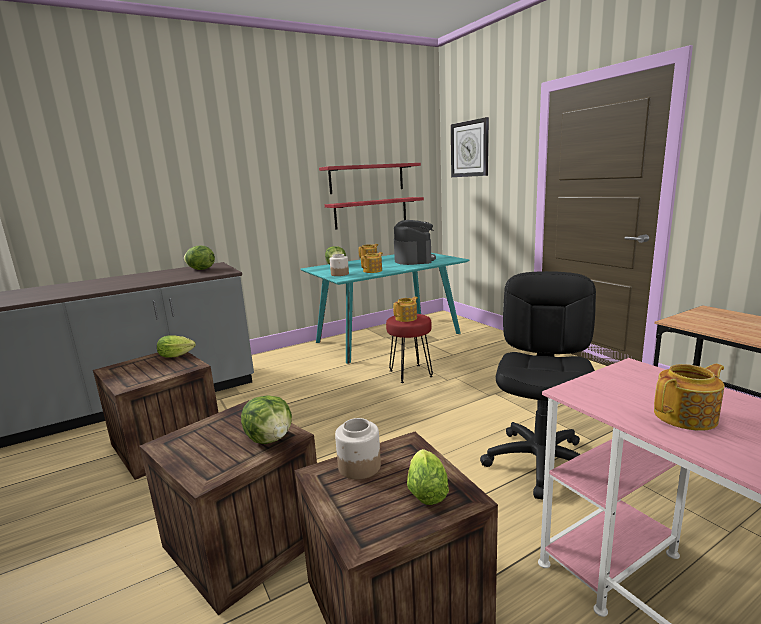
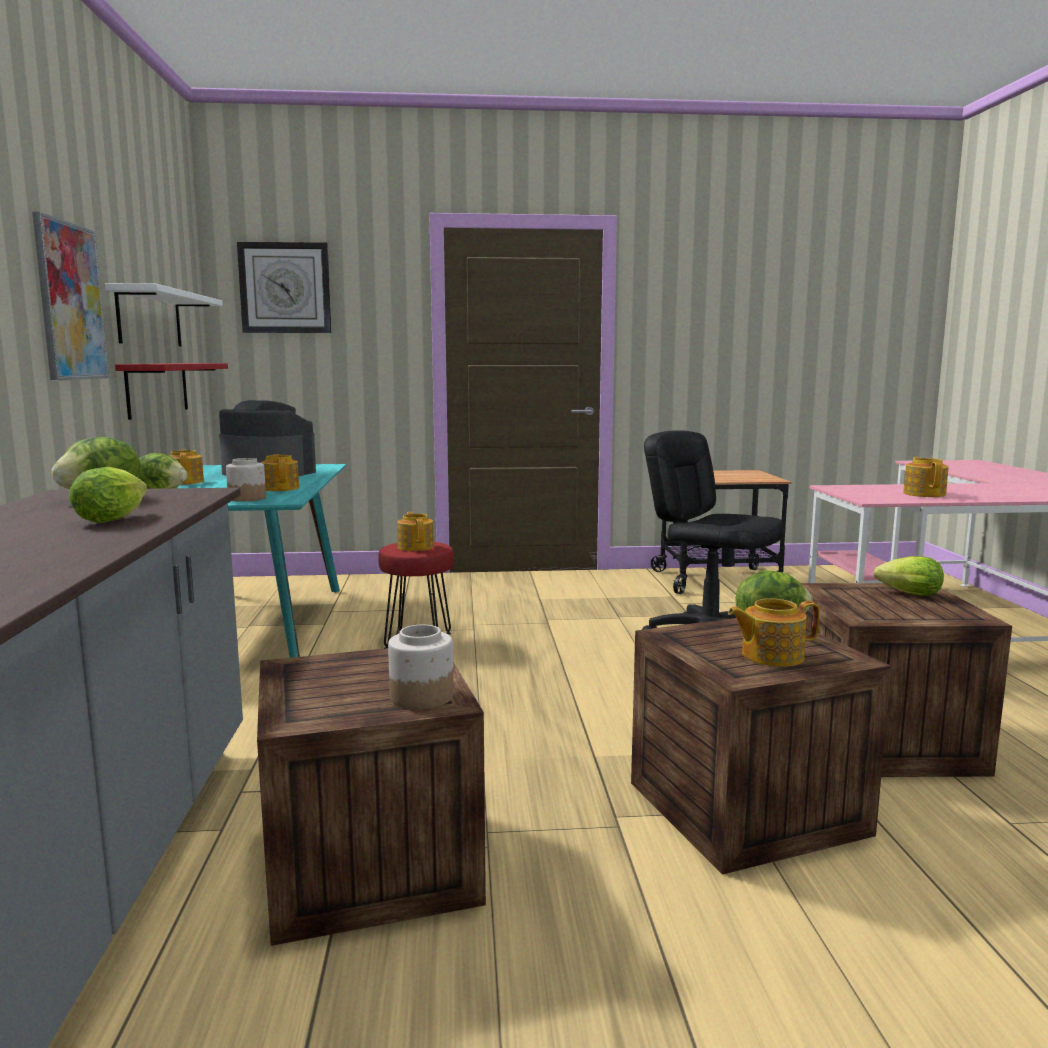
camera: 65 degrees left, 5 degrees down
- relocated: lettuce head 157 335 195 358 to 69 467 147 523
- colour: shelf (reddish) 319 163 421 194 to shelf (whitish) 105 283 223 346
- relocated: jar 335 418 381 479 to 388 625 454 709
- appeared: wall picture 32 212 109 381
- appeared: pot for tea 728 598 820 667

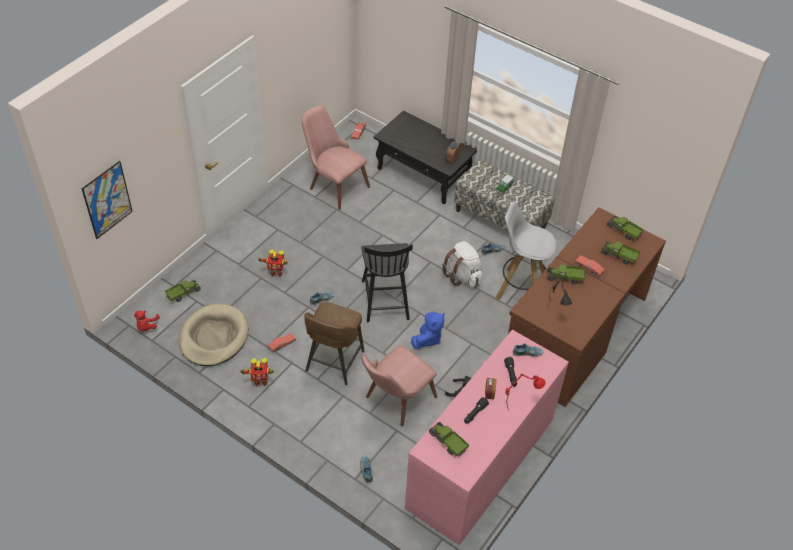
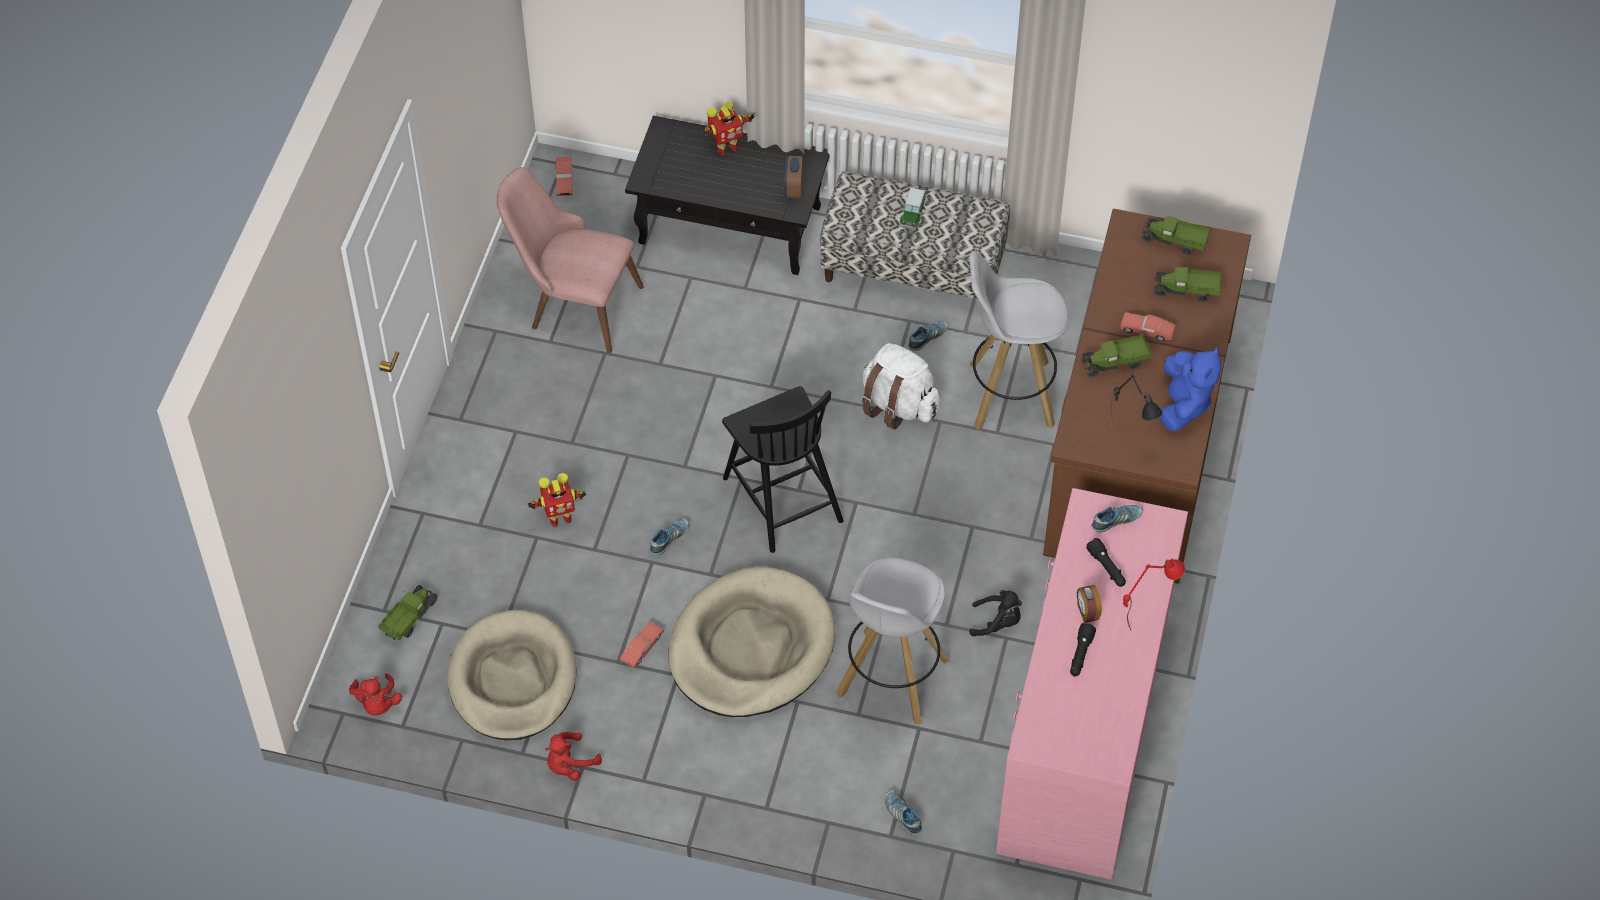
camera: 20 degrees left, 5 degrees up
- missing: wall picture 82 161 133 239
- relocated: robot figure 241 358 274 386 to 702 102 755 156
- exchanged: stool (brown-coloured) 305 302 364 385 to dog cushion (sand-coloured) 668 566 835 717
- exchanged: plain chair (pink-coloured) 361 345 437 427 to stool (whitish) 835 558 950 724
- relocated: soft toy (blue) 411 312 445 349 to 1159 346 1221 431
- missing: model truck 429 422 469 456
- appeared: soft toy (reddish) 545 732 602 781

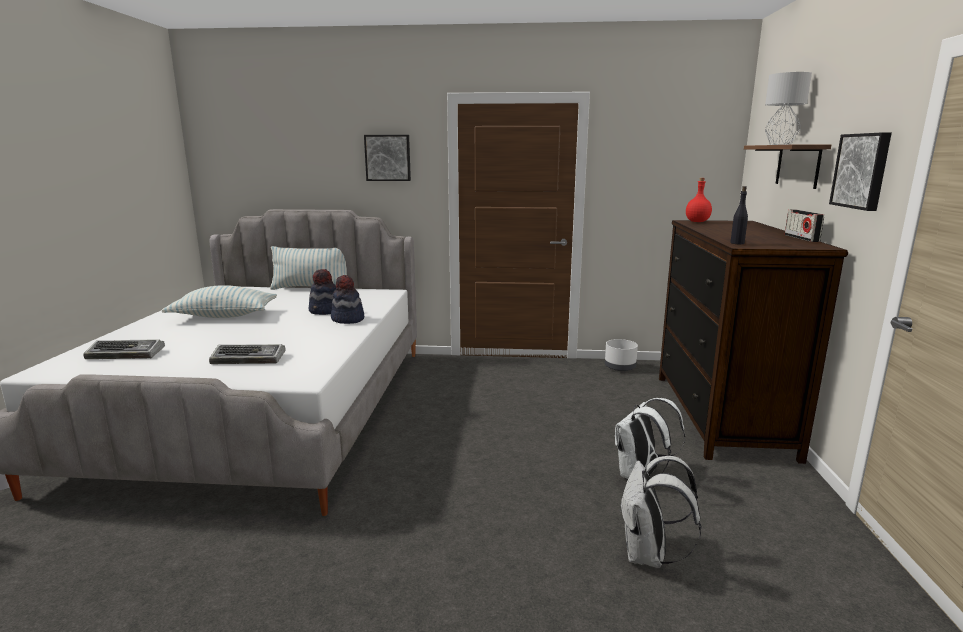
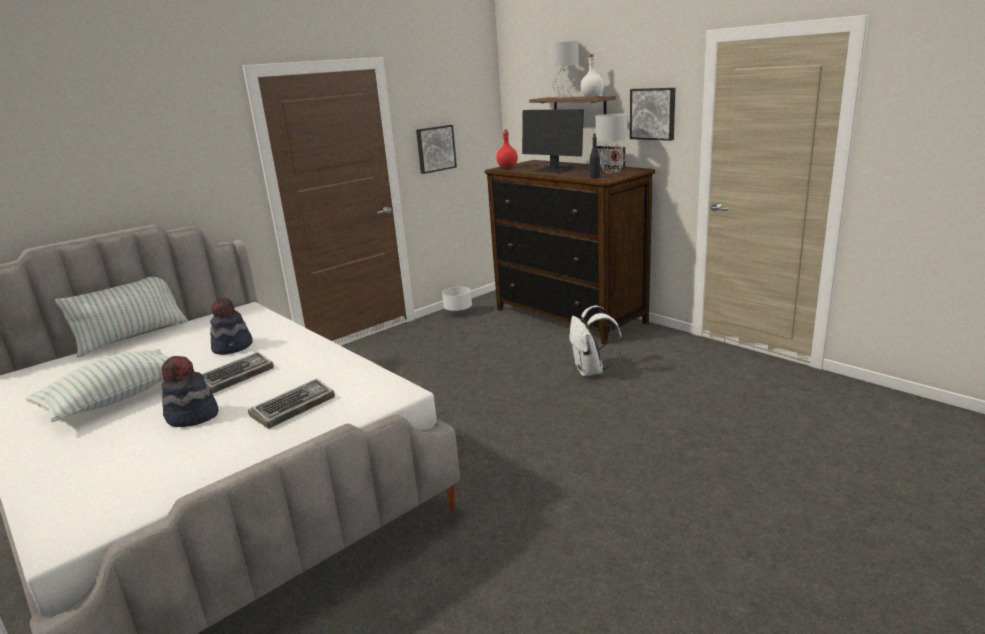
camera: 45 degrees left, 5 degrees up
- relocated: computer keyboard 83 339 165 359 to 202 352 274 394
- relocated: wearable hat 331 275 364 324 to 162 356 219 427
- relocated: wall picture 364 135 411 181 to 416 125 457 174
- missing: knapsack (whitish) 619 456 702 568
- appeared: monitor 522 109 584 173
- appeared: bottle (whitish) 581 54 604 97
- appeared: lamp for a table (grey) 596 113 628 173

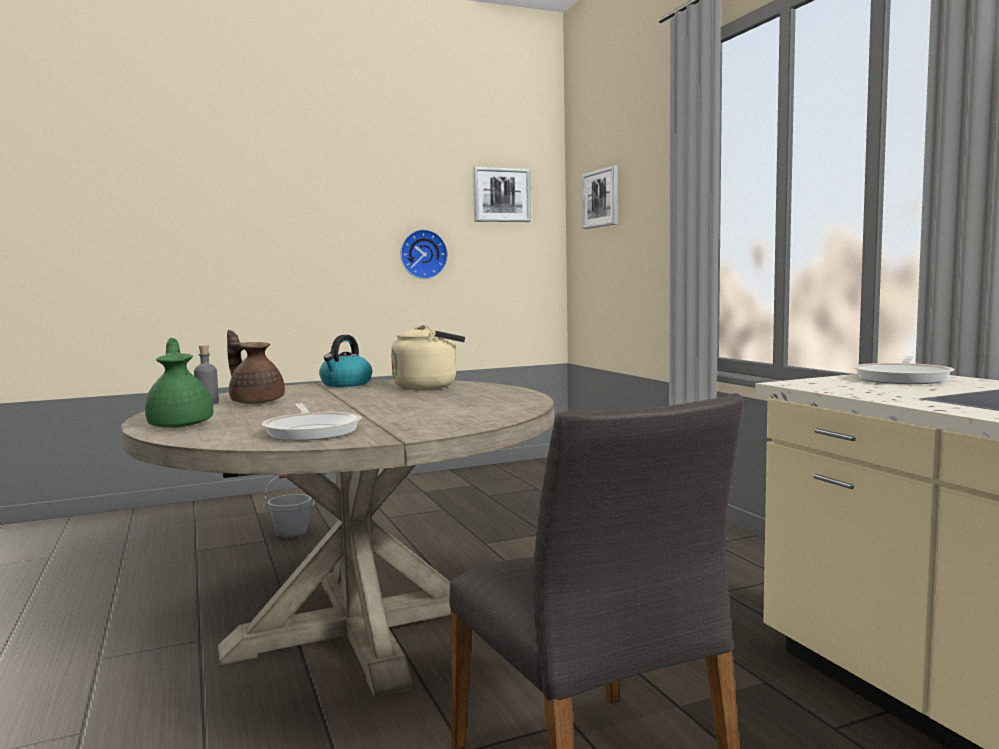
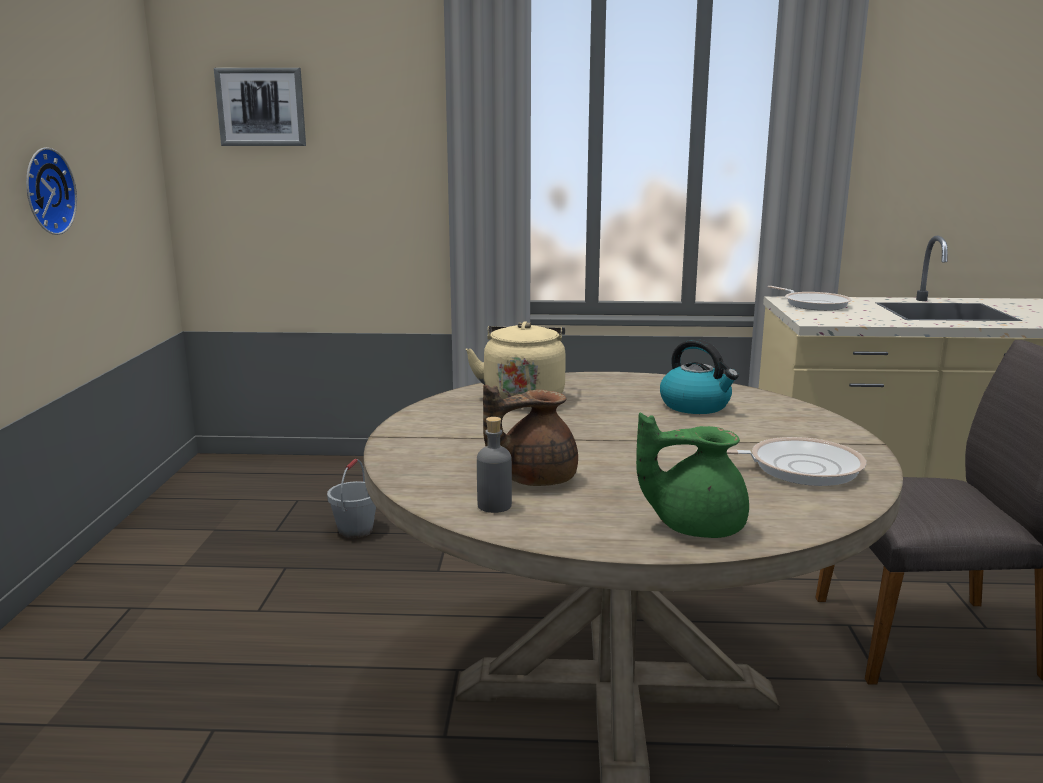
camera: 65 degrees left, 10 degrees up
- relocated: bucket (grey) 265 475 315 540 to 327 459 376 538
- relocated: tea kettle 319 335 372 387 to 660 339 739 414
- missing: wall picture 473 167 531 222

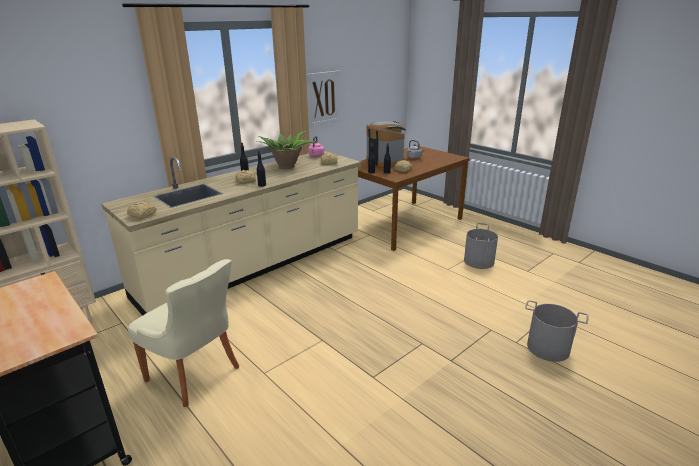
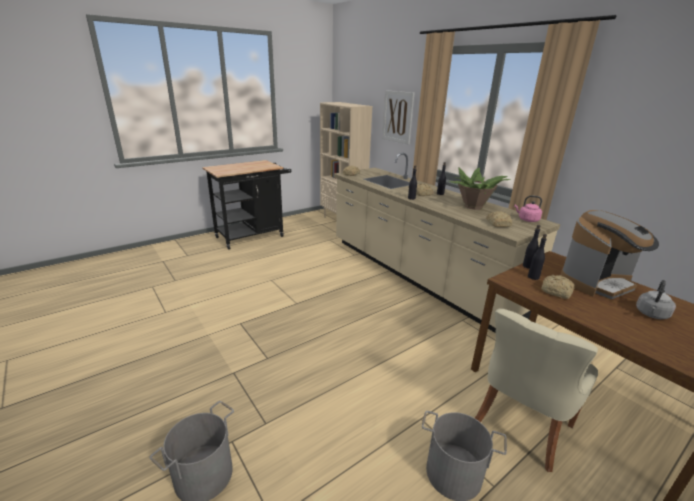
camera: 95 degrees right, 0 degrees up
- relocated: plain chair (sand-coloured) 128 259 239 407 to 475 309 598 472
- relocated: wall picture 306 71 341 127 to 382 90 414 145

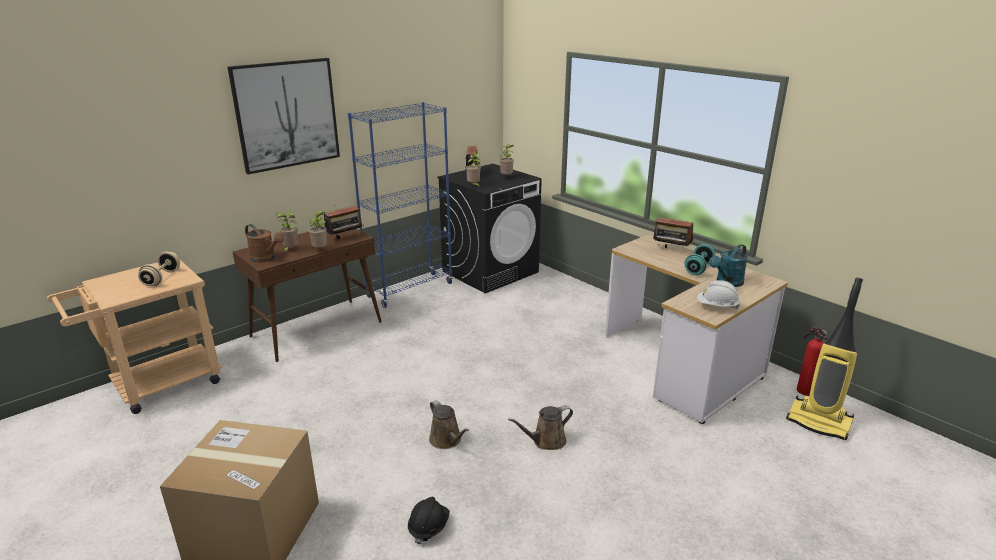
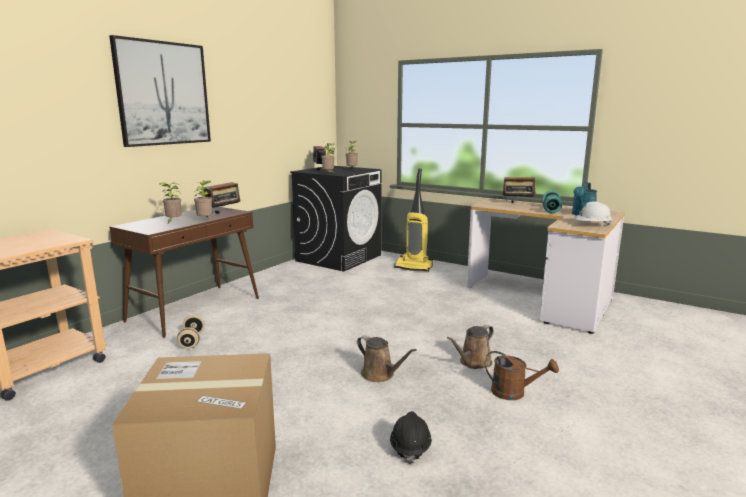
camera: 15 degrees left, 10 degrees down
- relocated: free weight (sand-coloured) 138 251 180 286 to 177 315 205 348
- relocated: watering pot (brown-coloured) 245 224 284 263 to 485 351 559 400
- missing: bookshelf (blue) 348 102 453 308
- relocated: vacuum cleaner 786 278 863 440 to 394 168 433 272
- missing: fire-fighting cylinder 797 326 828 396

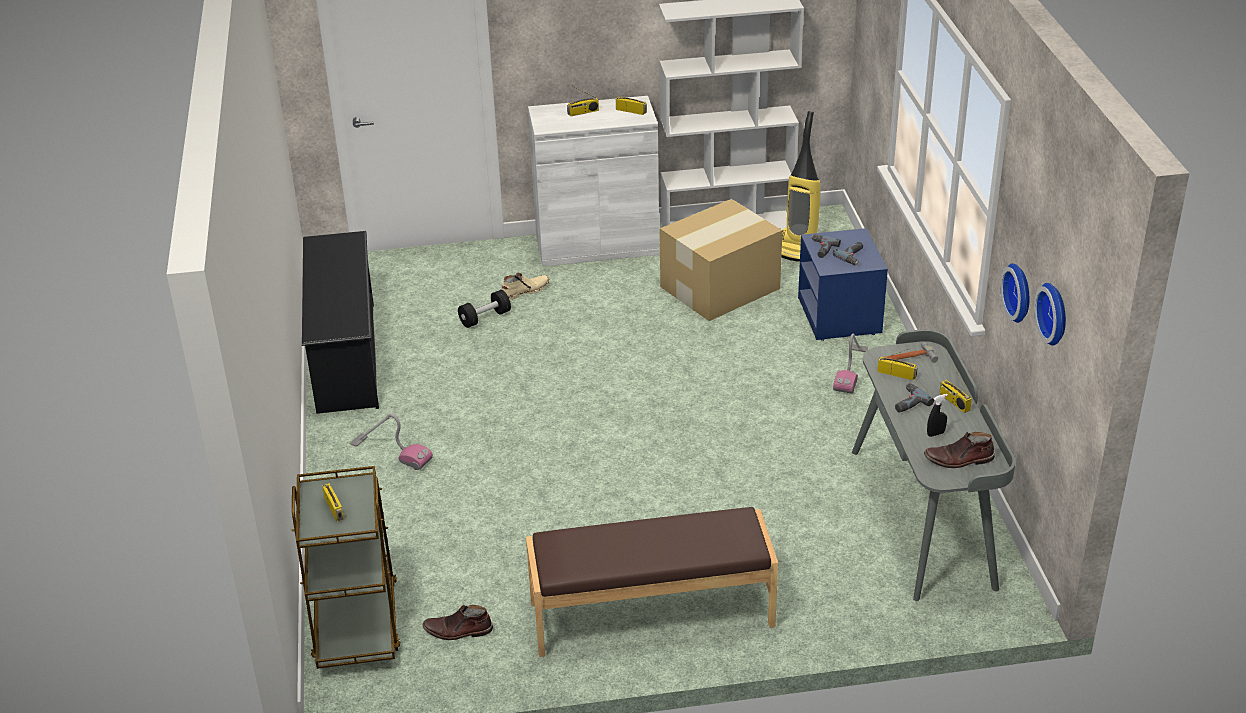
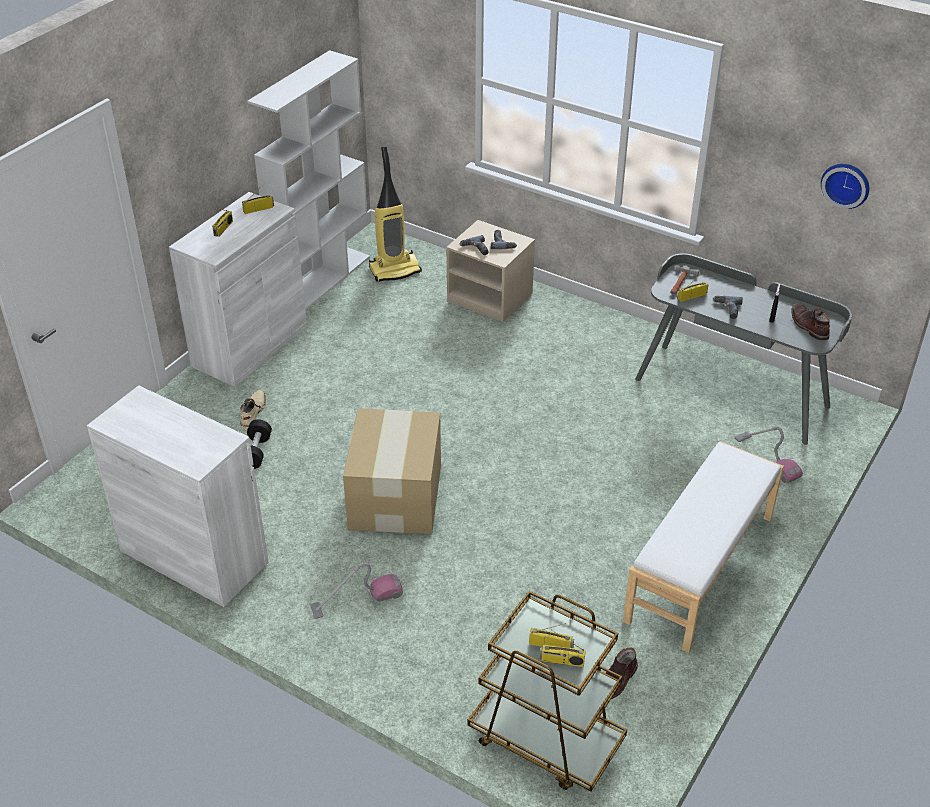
camera: 50 degrees left, 5 degrees up
- exchanged: shoe shelf (black-coloured) 302 231 379 414 to cabinet (whitish) 87 385 269 607
- colour: indoor bench (brown-coloured) 526 507 778 657 to indoor bench (whitish) 623 441 784 653
- relocated: packing box 660 199 782 321 to 343 408 441 535
- colour: bedside table (blue) 798 228 888 341 to bedside table (sand-coloured) 446 220 535 322
- relocated: vacuum cleaner 833 334 868 394 to 734 427 803 483
- spun: tall boot (brown-coloured) 924 432 995 468 = 791 303 830 341 120 degrees clockwise
- relocated: radio set 940 365 972 413 to 540 631 586 667
- missing: hanging clock 1001 263 1029 323

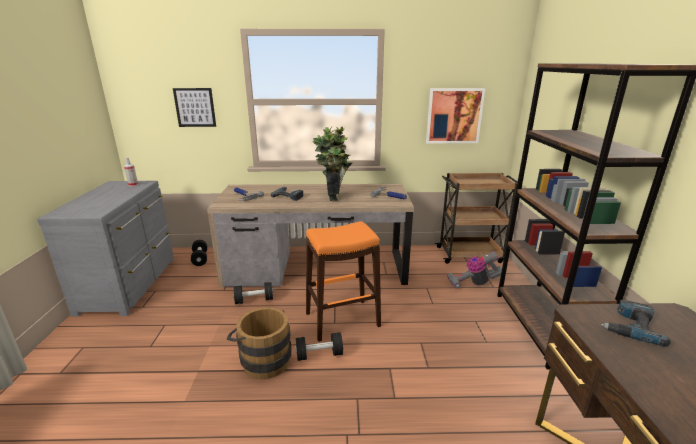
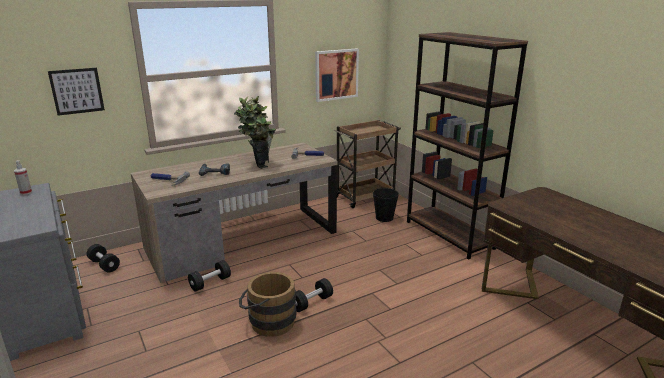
camera: 30 degrees left, 0 degrees up
- missing: stool (orange) 306 221 381 342
- exchanged: vacuum cleaner 447 251 502 289 to bucket (black-coloured) 373 188 399 222
- missing: drill 601 300 671 347

